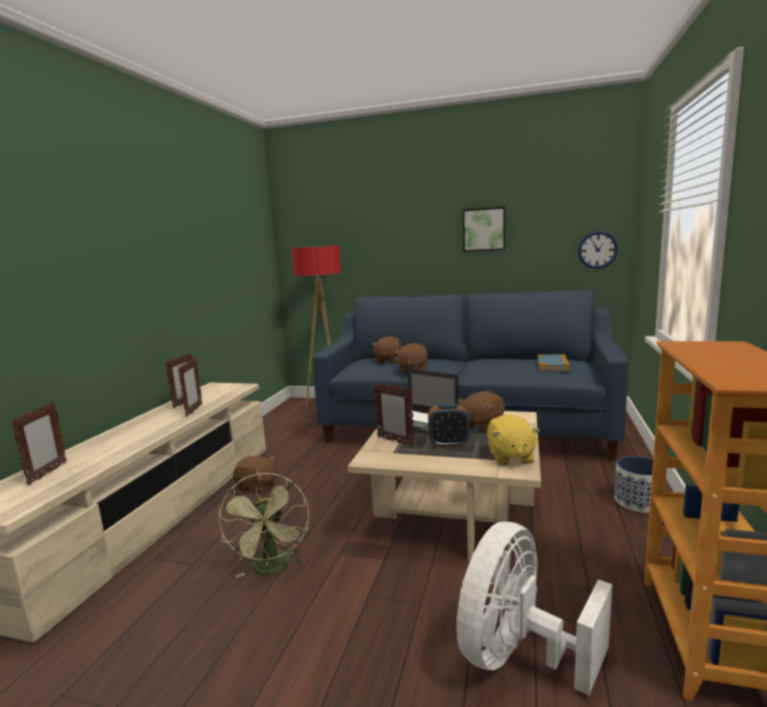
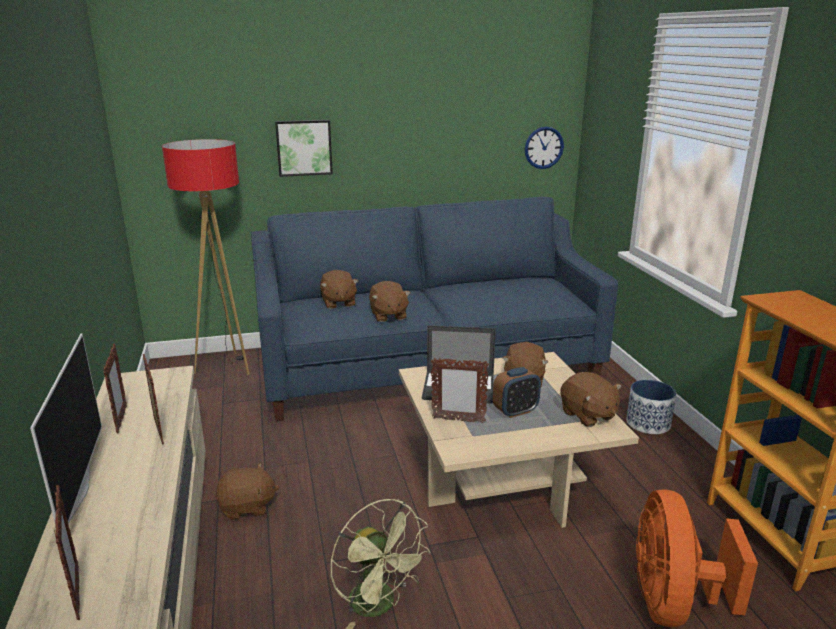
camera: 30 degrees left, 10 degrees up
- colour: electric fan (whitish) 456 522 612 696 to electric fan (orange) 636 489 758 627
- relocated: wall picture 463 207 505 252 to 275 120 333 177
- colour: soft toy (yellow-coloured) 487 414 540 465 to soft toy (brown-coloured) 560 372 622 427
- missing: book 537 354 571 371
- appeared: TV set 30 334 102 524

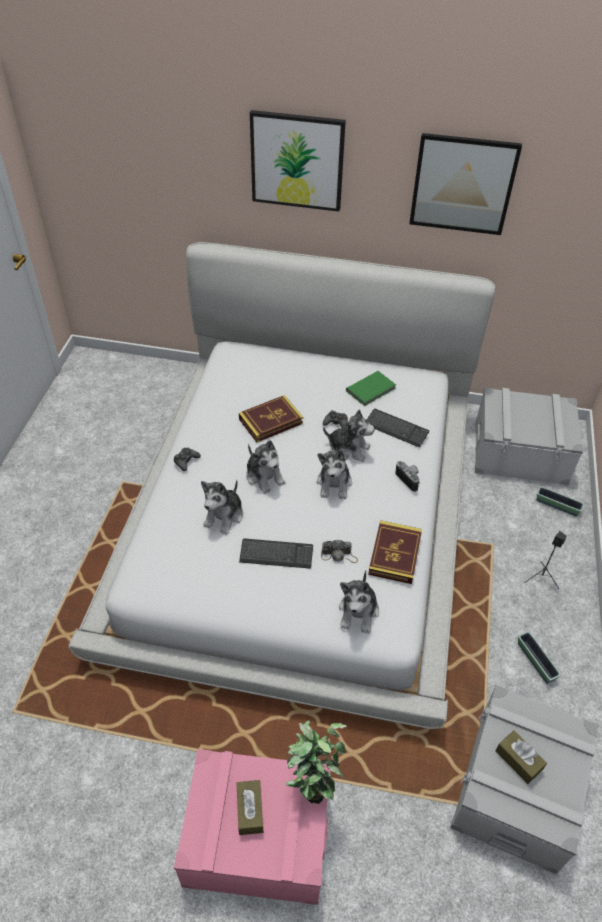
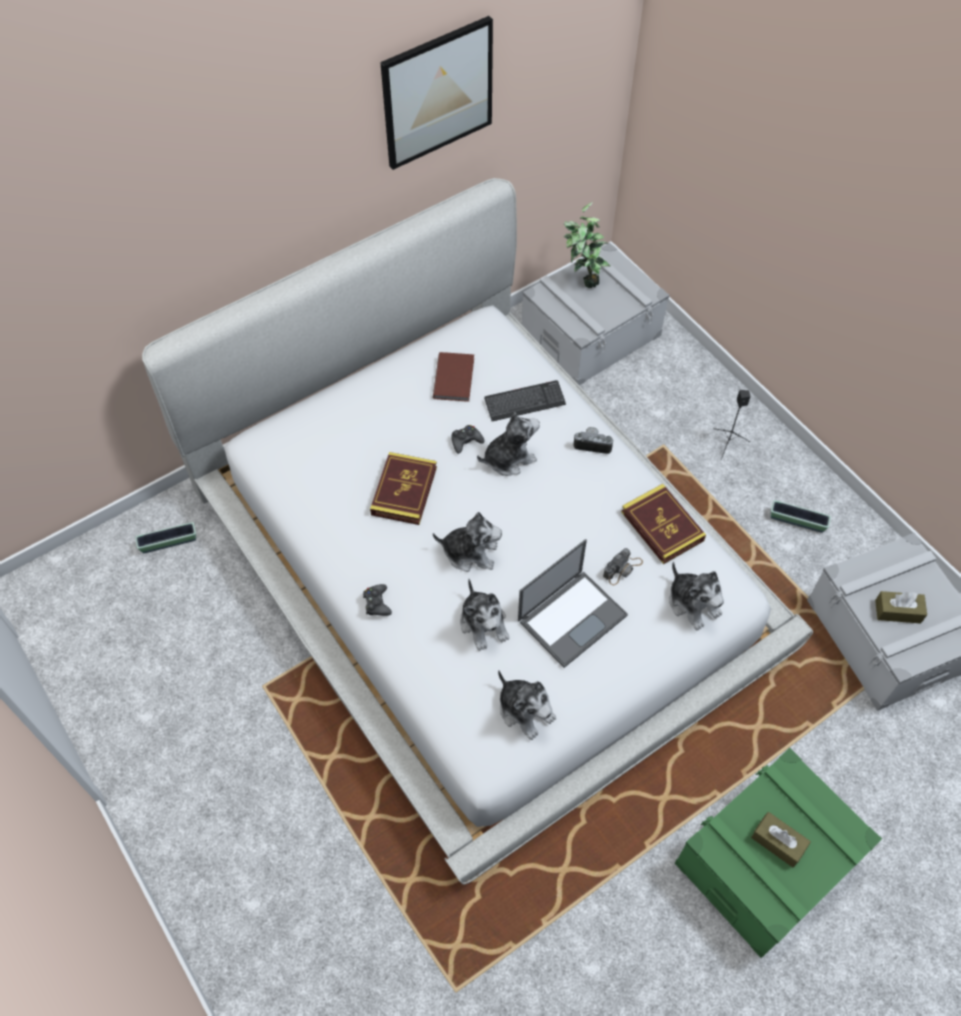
camera: 45 degrees left, 10 degrees up
- colour: storage container (pink-coloured) 174 749 330 905 to storage container (green-coloured) 675 748 882 958
- exchanged: computer keyboard 239 538 313 569 to laptop 518 539 628 668
- missing: wall picture 250 110 346 212
- relocated: plant in a pot 286 720 346 804 to 563 202 611 288
- relocated: soft toy 317 448 352 499 to 498 670 556 740
- colour: book (green-coloured) 346 371 396 406 to book (brown-coloured) 433 352 474 402
- relocated: plant pot 537 487 584 516 to 135 522 196 553

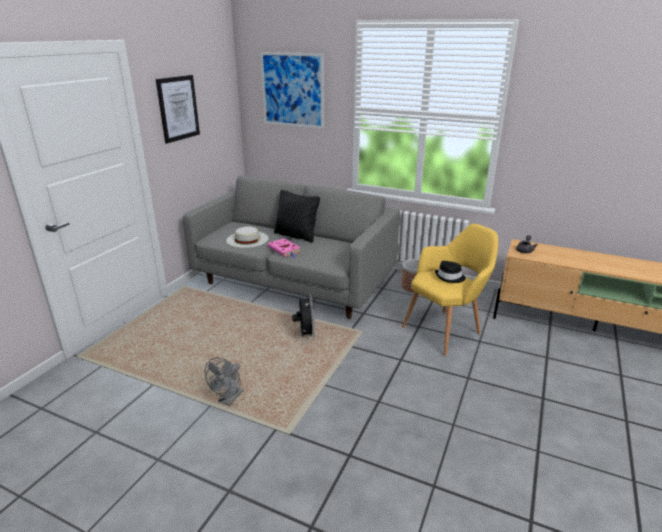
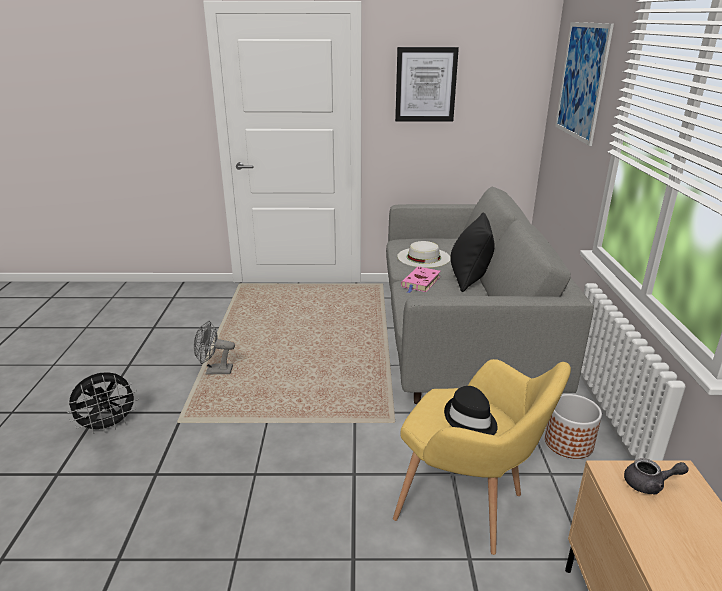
camera: 65 degrees right, 0 degrees up
- relocated: electric fan (black-coloured) 292 294 315 339 to 67 372 139 434

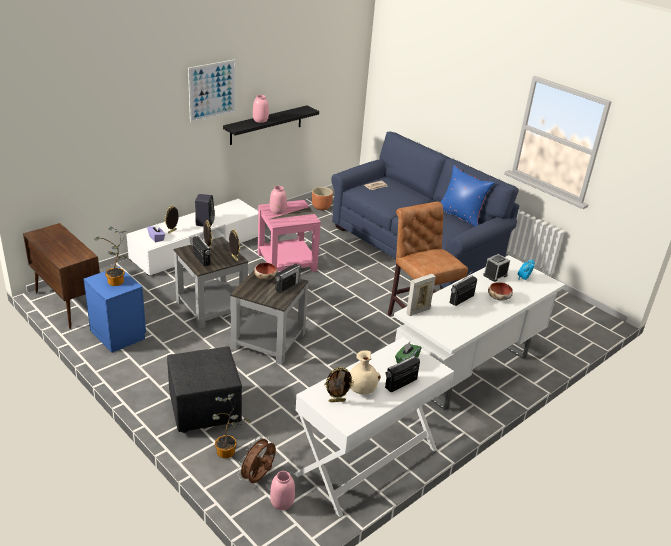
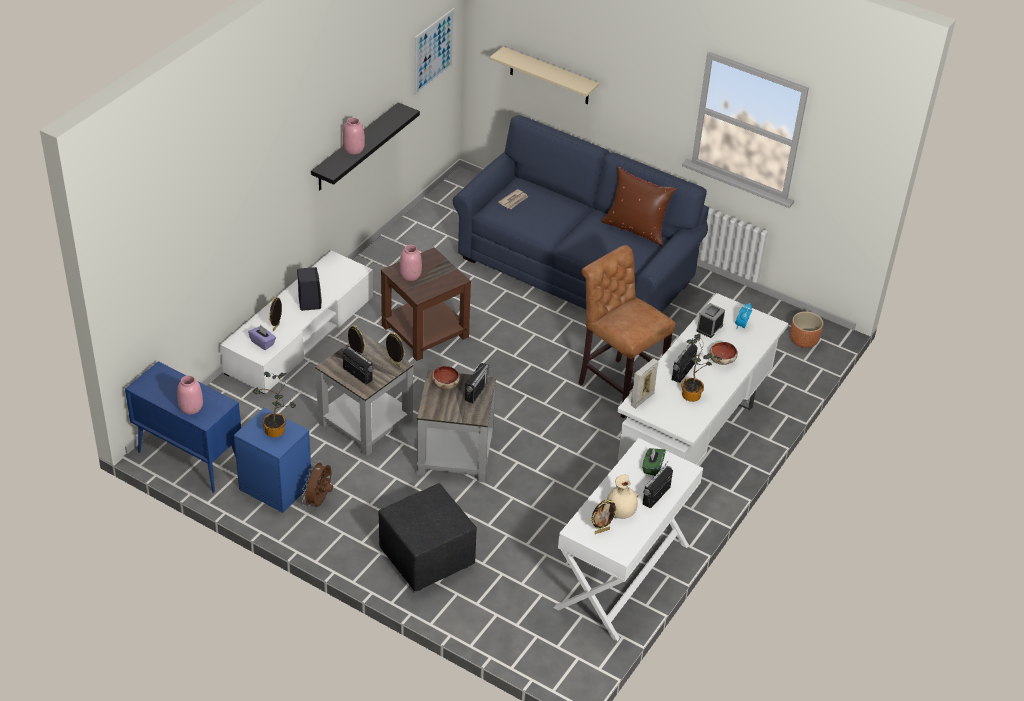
camera: 15 degrees left, 10 degrees up
- colour: cabinet (brown-coloured) 23 223 100 329 to cabinet (blue) 125 361 241 493
- relocated: wall picture 188 59 236 123 to 415 8 455 96
- relocated: plant in a pot 212 394 251 458 to 681 333 722 402
- relocated: electric fan (brown-coloured) 237 436 276 483 to 302 460 333 507
- colour: side table (pink-coloured) 258 200 321 272 to side table (brown-coloured) 381 247 471 361
- relocated: flower vase (pink-coloured) 270 471 295 510 to 177 375 203 414
- relocated: plant pot (brown-coloured) 312 187 333 210 to 790 311 823 348
- colour: cushion (blue) 441 165 494 227 to cushion (brown-coloured) 601 167 677 246
- appeared: shelf (sand-coloured) 490 47 599 104

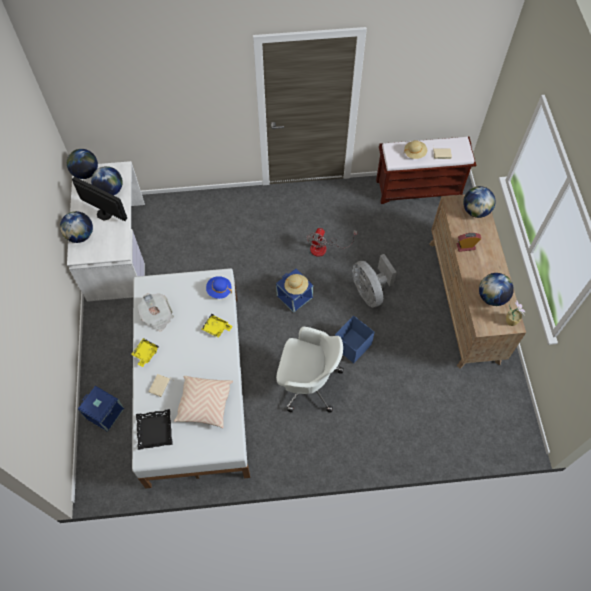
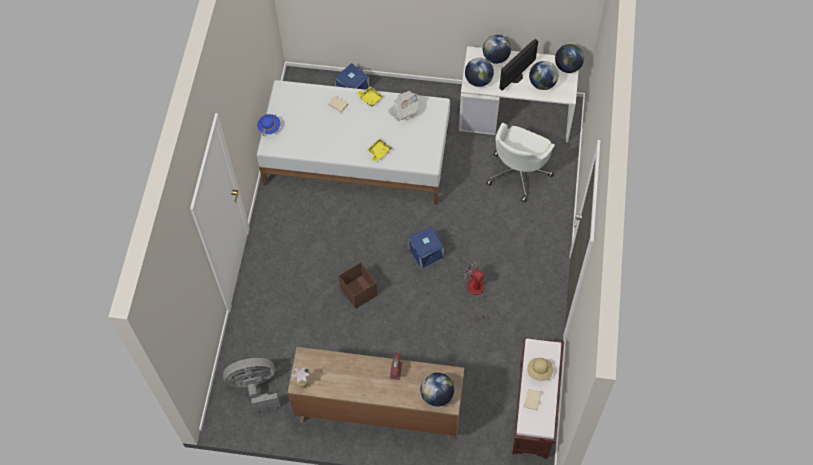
camera: 105 degrees right, 0 degrees up
- missing: serving tray (black-coloured) 136 409 173 450
- missing: cushion (sand-coloured) 174 376 233 428
- relocated: wearable hat (blue) 206 276 232 299 to 257 114 280 136
- relocated: desk chair (whitish) 276 327 344 413 to 486 123 555 202
- missing: wearable hat (sand-coloured) 284 274 308 295
- colour: storage container (blue) 335 316 375 363 to storage container (brown-coloured) 339 262 377 309
- relocated: electric fan (grey) 352 254 396 307 to 223 358 280 413
- relocated: world globe 479 273 514 306 to 465 58 494 87

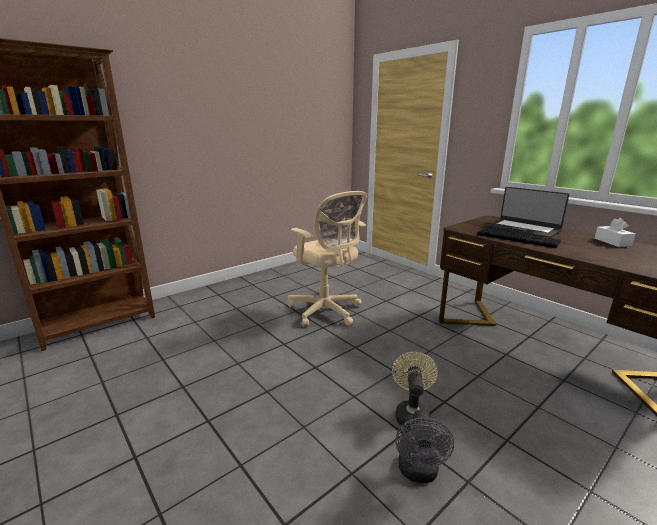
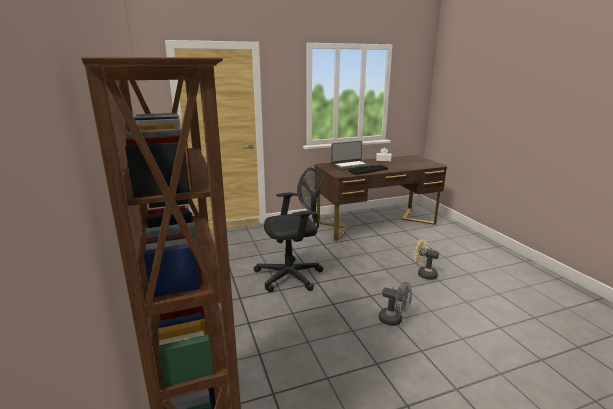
camera: 70 degrees left, 0 degrees up
- colour: desk chair (sand-coloured) 287 191 368 327 to desk chair (black-coloured) 254 167 325 292
- relocated: electric fan (grey) 395 410 454 483 to 379 282 412 326

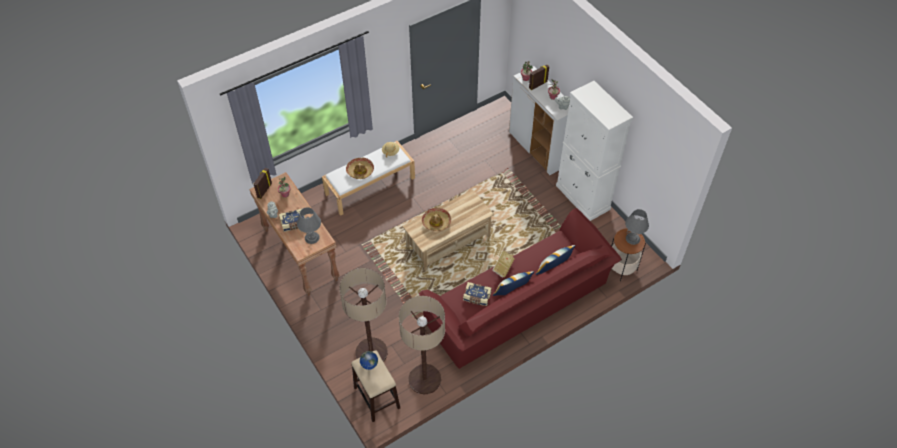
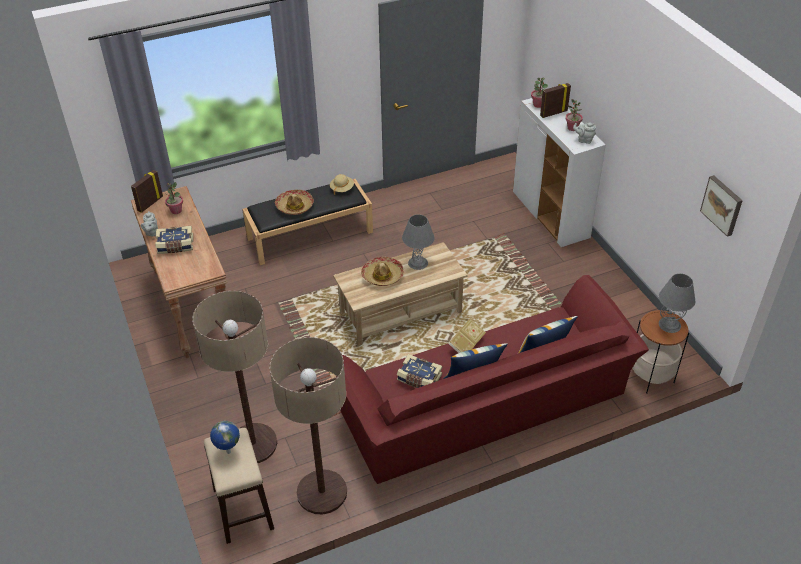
camera: 10 degrees right, 10 degrees down
- relocated: lamp for a table (grey) 297 207 321 244 to 402 214 434 270
- colour: indoor bench (whitish) 322 141 415 216 to indoor bench (black-coloured) 242 179 373 265
- missing: cabinet (whitish) 556 81 633 221
- appeared: wall picture 700 175 743 237

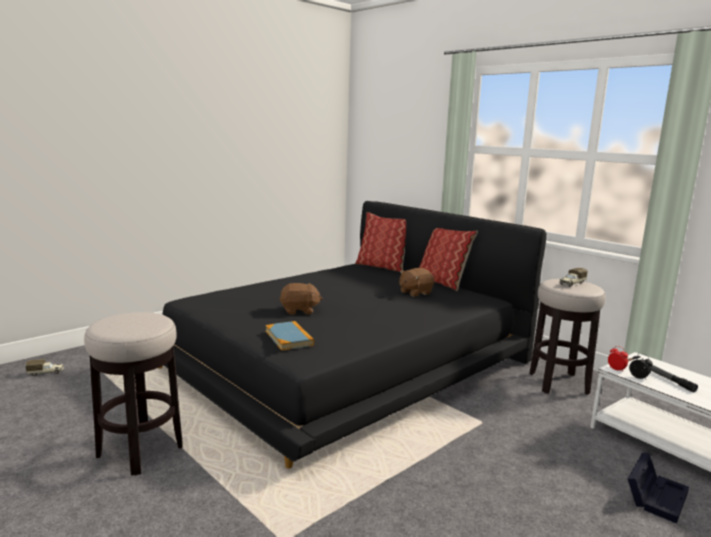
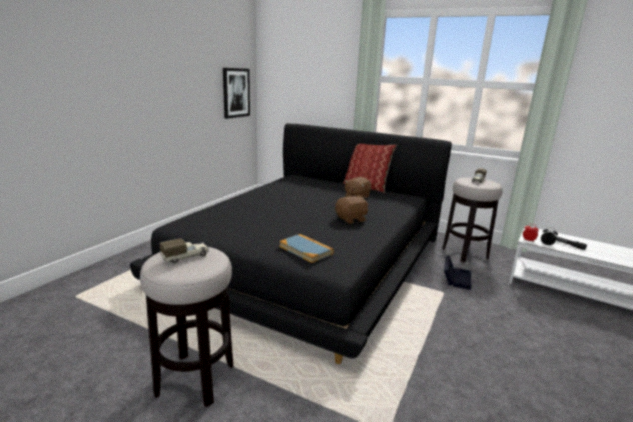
camera: 20 degrees left, 5 degrees up
- relocated: model truck 26 359 64 376 to 160 238 209 263
- relocated: soft toy (brown-coloured) 279 283 323 315 to 335 196 369 224
- missing: cushion 355 212 406 273
- relocated: storage container (black-coloured) 628 453 689 524 to 444 256 471 290
- appeared: wall picture 223 68 250 119

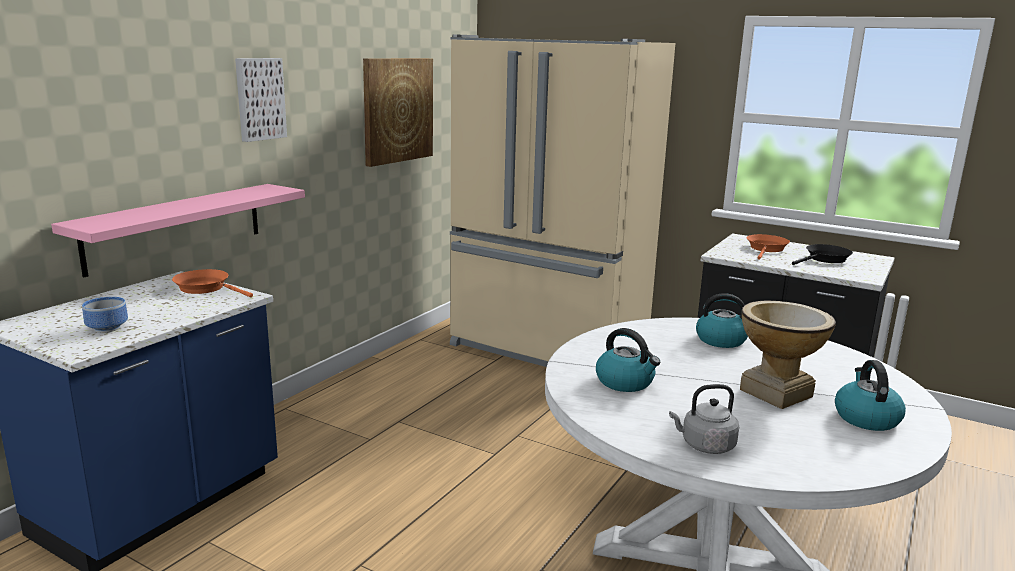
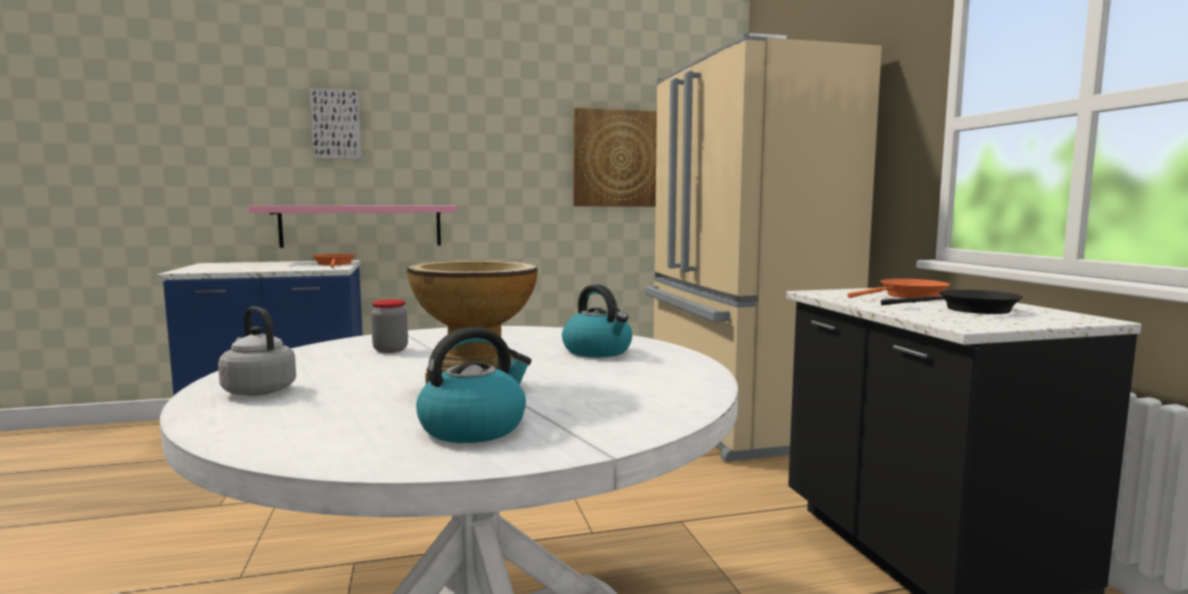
camera: 45 degrees right, 10 degrees down
- missing: serving bowl 82 297 128 333
- relocated: wall picture 235 58 287 142 to 310 88 361 159
- exchanged: tea kettle 596 328 660 392 to jar 371 299 408 353

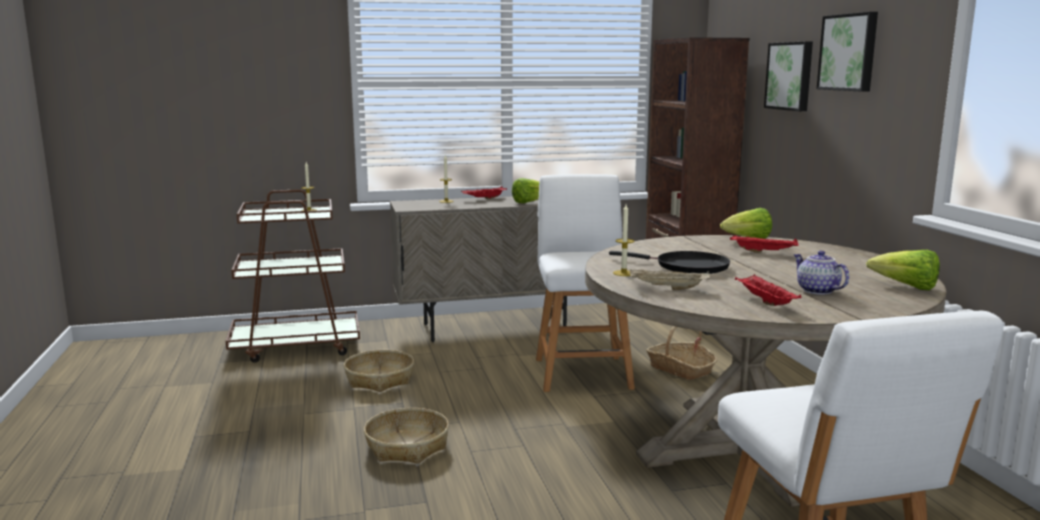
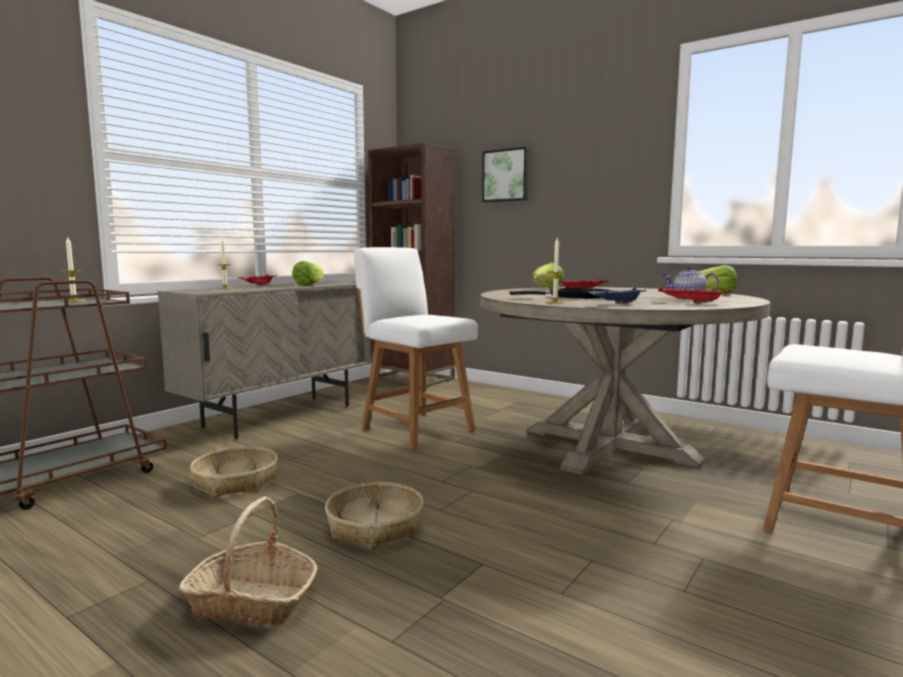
camera: 40 degrees left, 5 degrees down
- colour: serving tray (sand-coloured) 630 269 710 290 to serving tray (blue) 587 288 647 304
- relocated: household basket 646 326 717 380 to 179 496 317 626
- missing: wall picture 817 12 878 92

